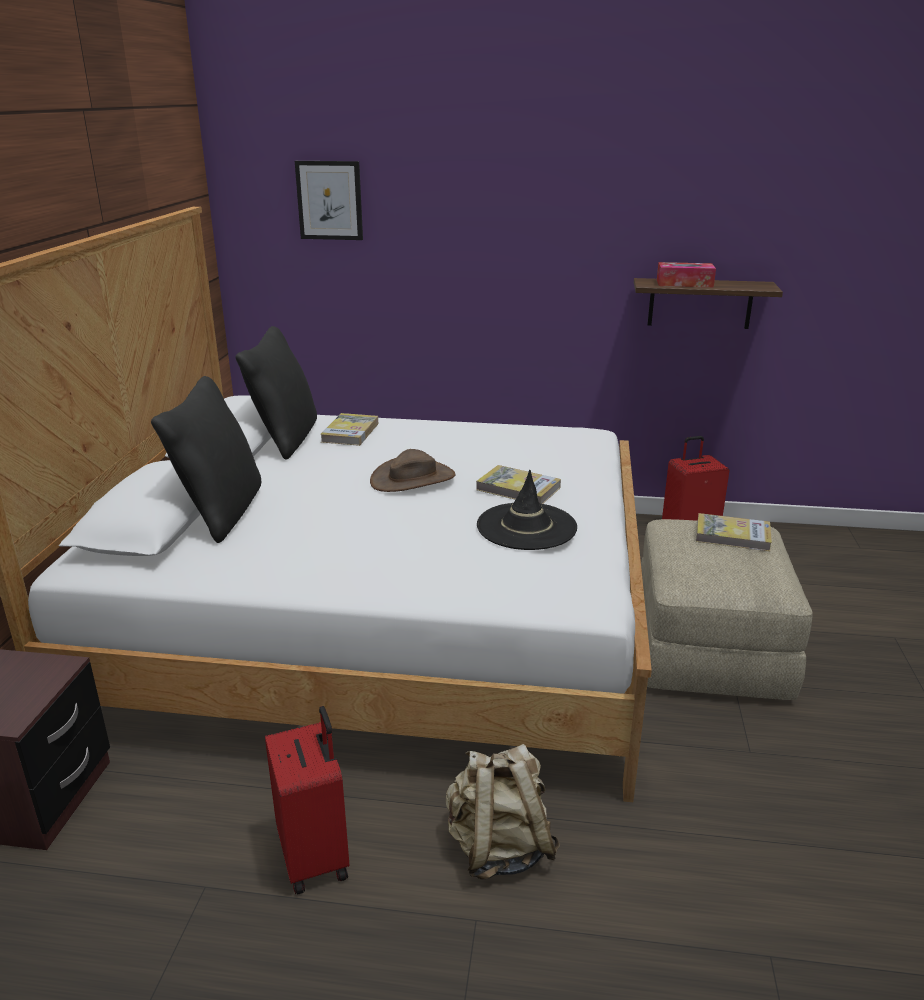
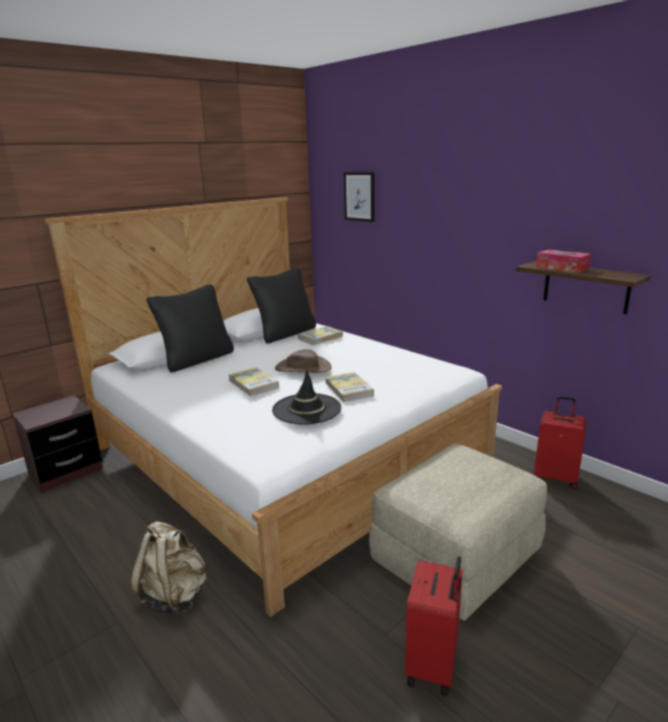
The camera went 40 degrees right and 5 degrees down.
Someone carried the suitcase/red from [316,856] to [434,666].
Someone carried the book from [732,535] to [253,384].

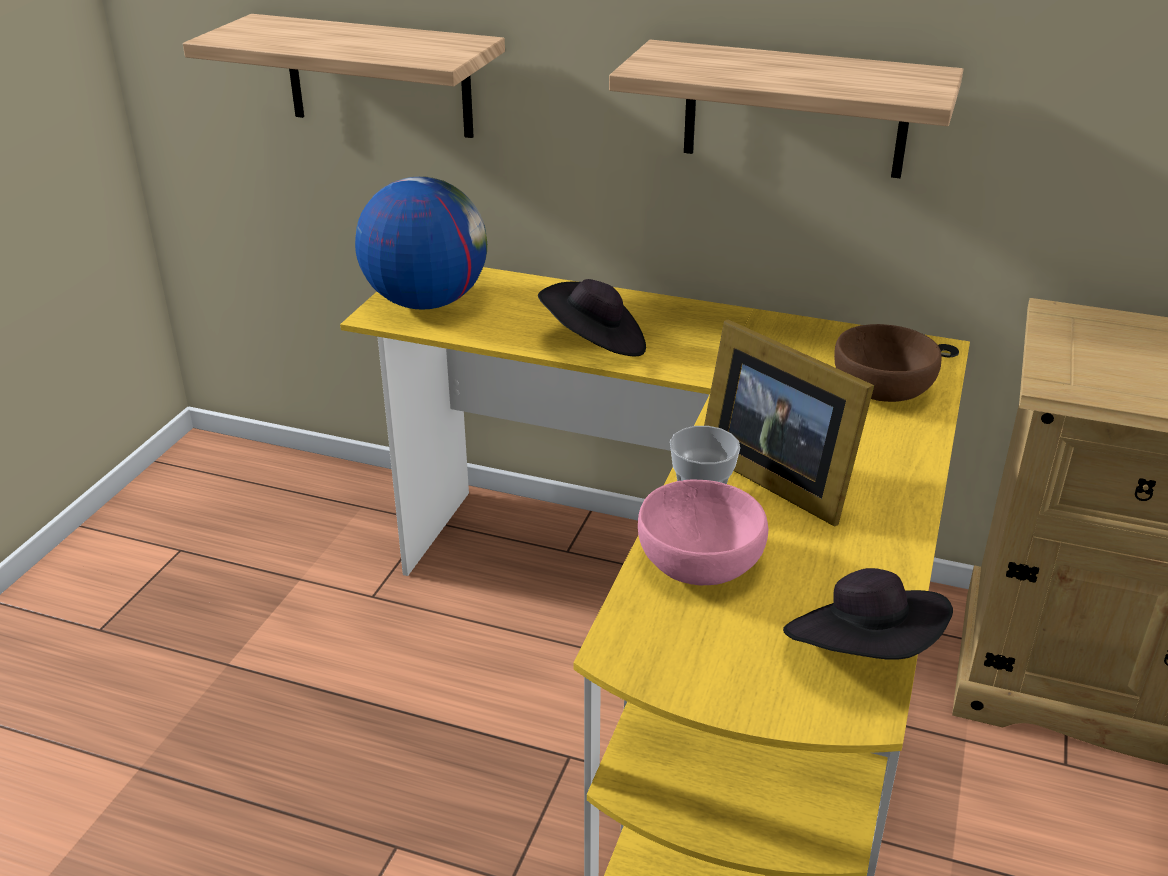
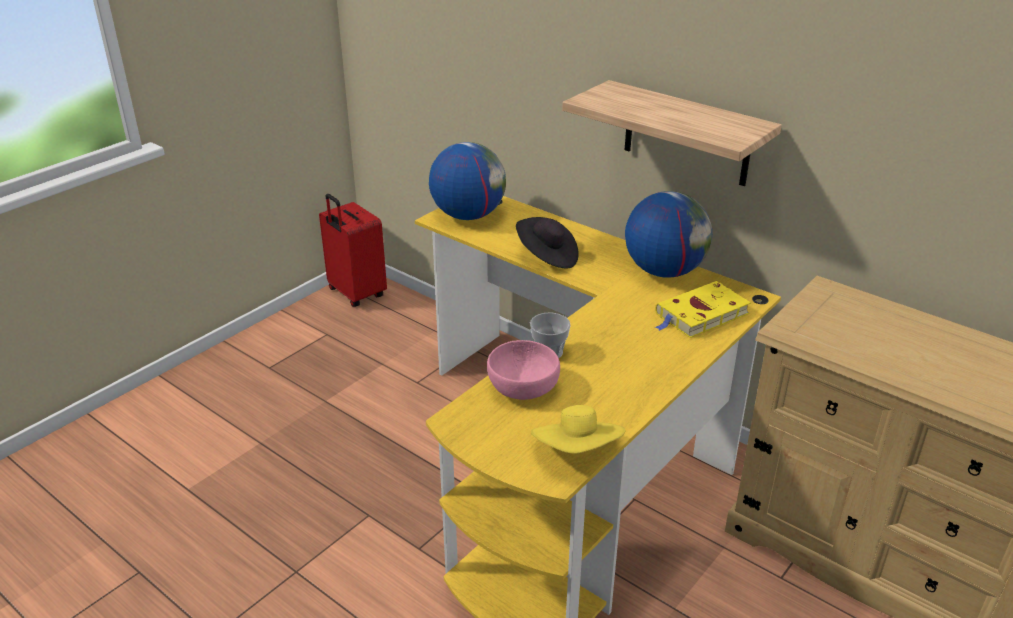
The camera went 20 degrees right and 0 degrees up.
Someone took away the shelf at [378,76].
Someone took away the picture frame at [775,475].
Someone put down the suitcase/red at [355,294].
Someone put down the globe at [664,271].
Someone swapped the bowl/brown at [882,389] for the book/yellow at [700,315].
Someone repainted the hat/black at [863,652], which became the hat/yellow at [578,452].

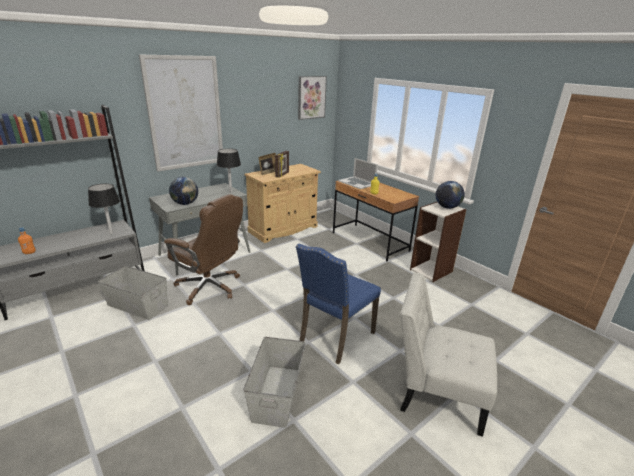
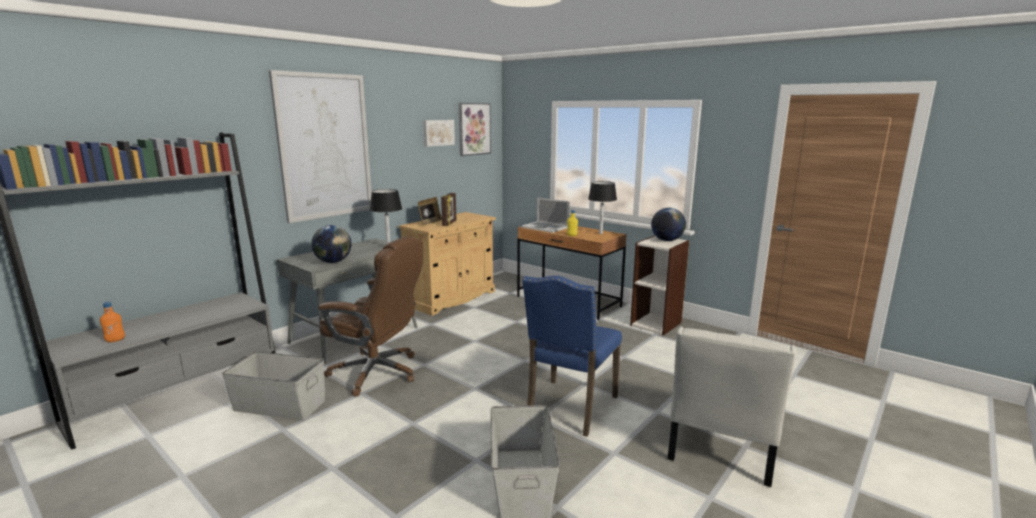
The camera went 10 degrees left and 10 degrees down.
Someone put up the picture at [438,132].
Someone carried the table lamp/black from [111,233] to [600,233].
Someone rotated the chair/white at [436,392] by 75 degrees counterclockwise.

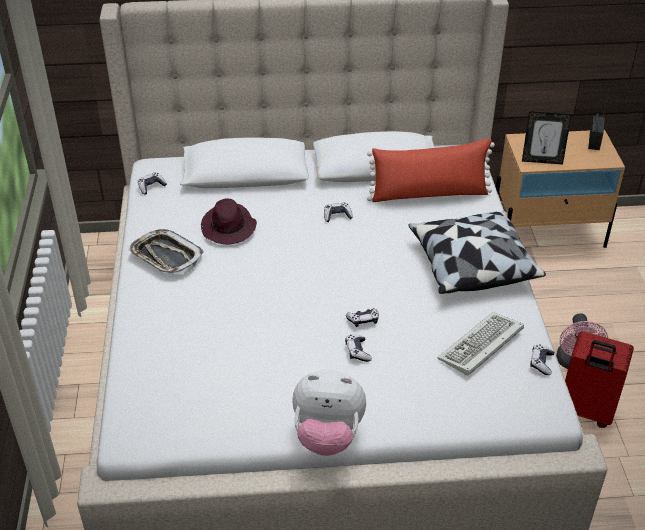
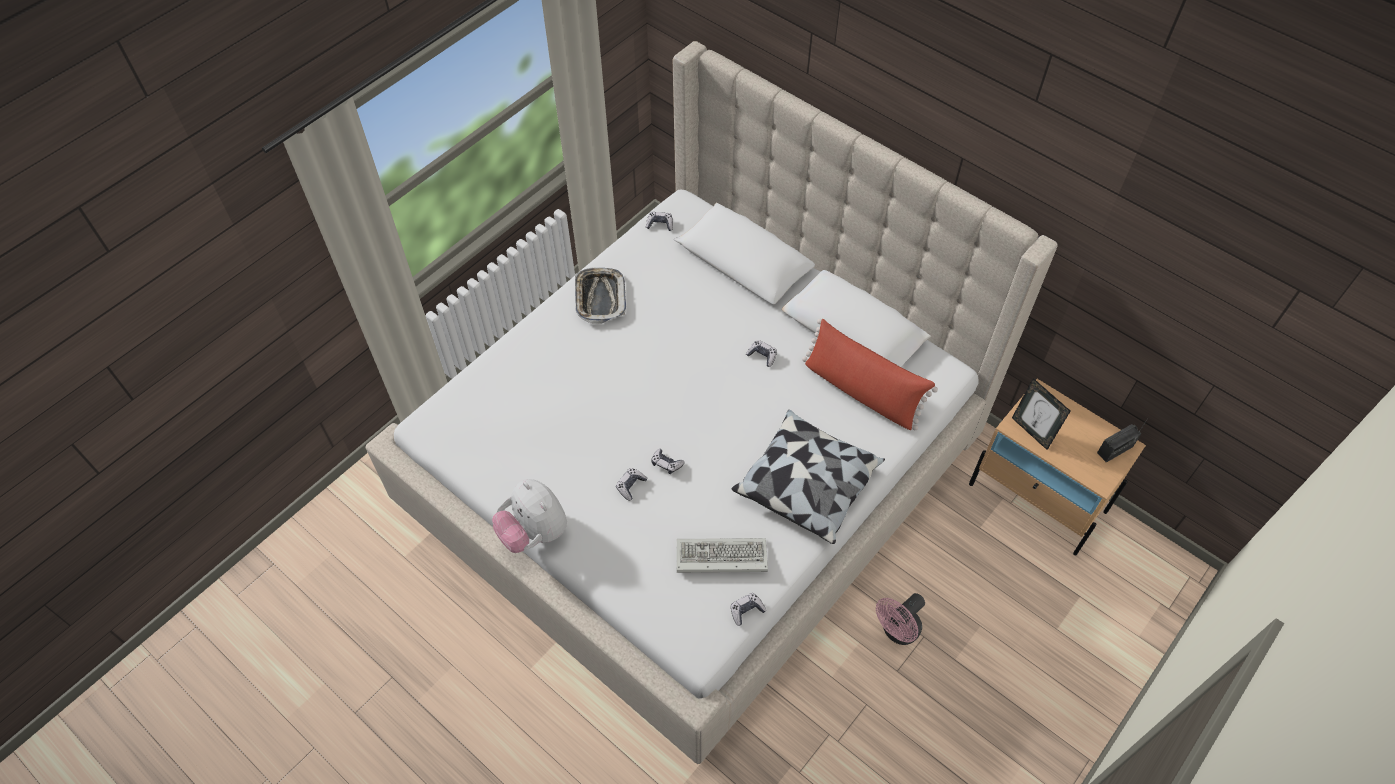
The camera went 45 degrees right and 15 degrees up.
Someone took away the hat/purple at [229,228].
Someone took away the suitcase/red at [585,411].

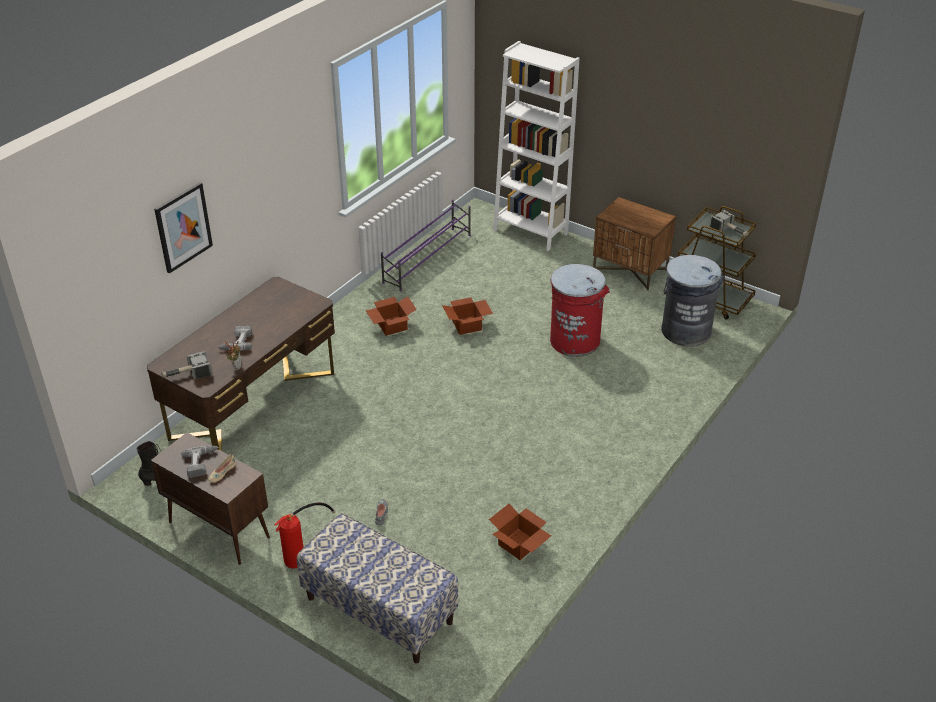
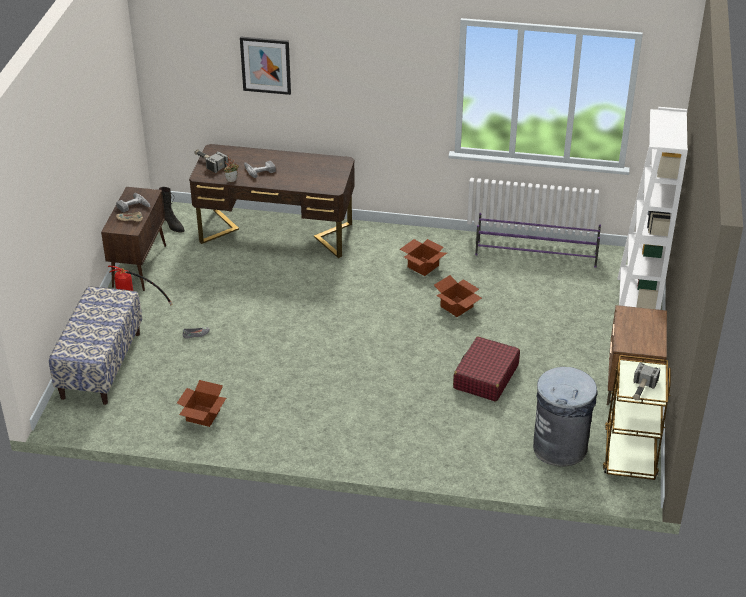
The camera went 65 degrees right and 0 degrees up.
Someone swapped the trash can/red at [574,340] for the suitcase/red at [485,377].

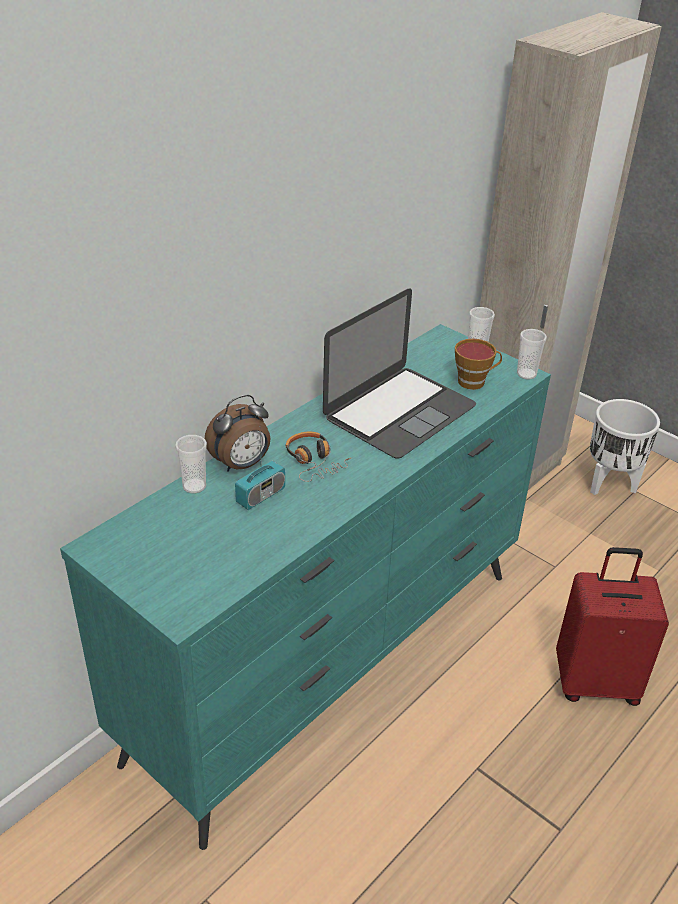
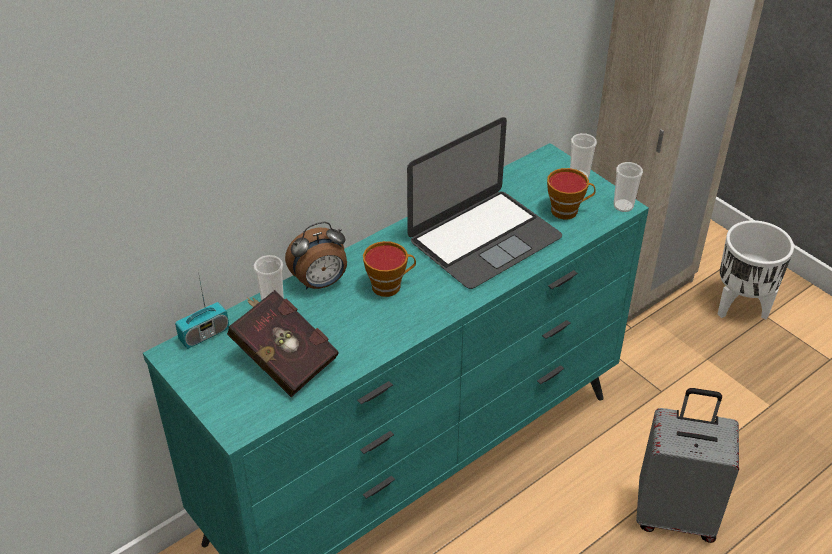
The camera went 10 degrees right and 5 degrees up.
Someone put down the book/red at [282,357].
Someone carried the radio from [261,496] to [204,335].
Someone swapped the headphones at [314,462] for the cup at [390,286].
Someone repainted the suitcase/red at [595,681], which became the suitcase/grey at [675,514].

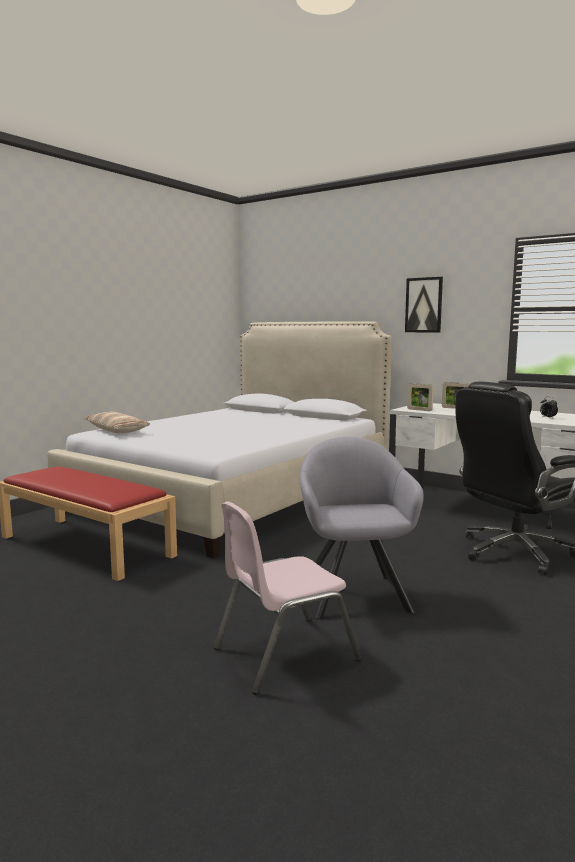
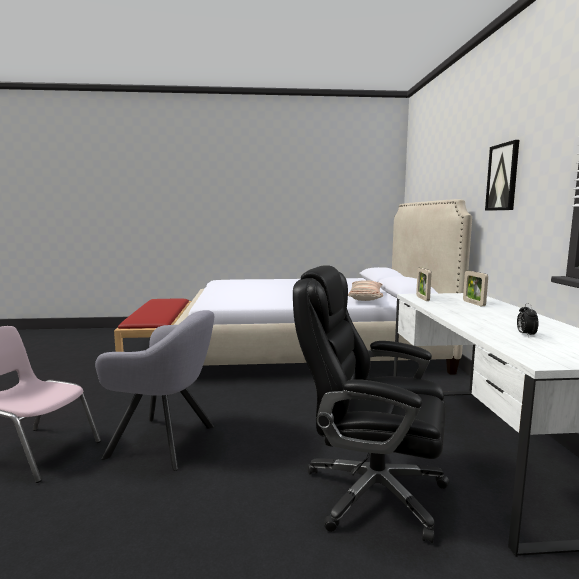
The camera went 50 degrees right and 0 degrees up.
Someone carried the pillow from [116,430] to [366,297].
Someone rotated the armchair/grey at [354,592] by 60 degrees clockwise.

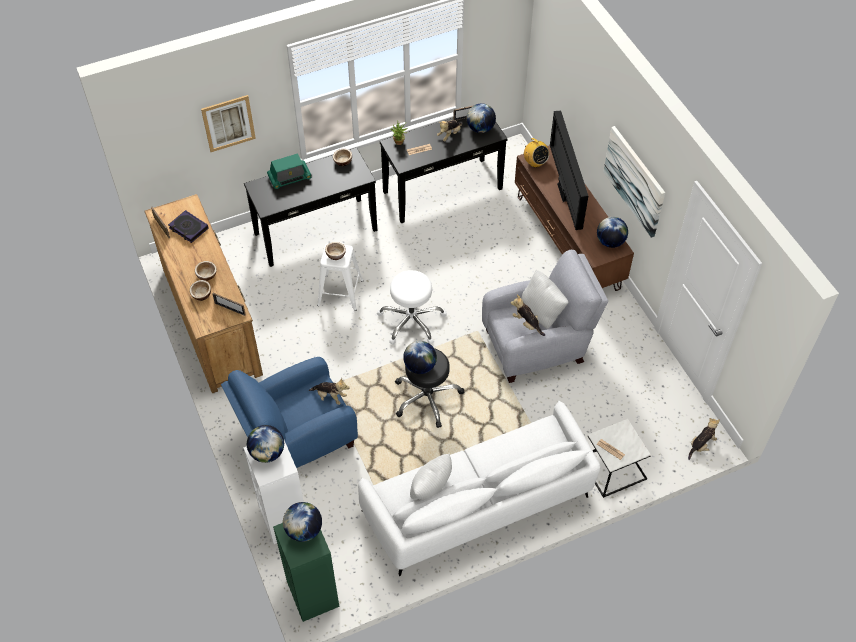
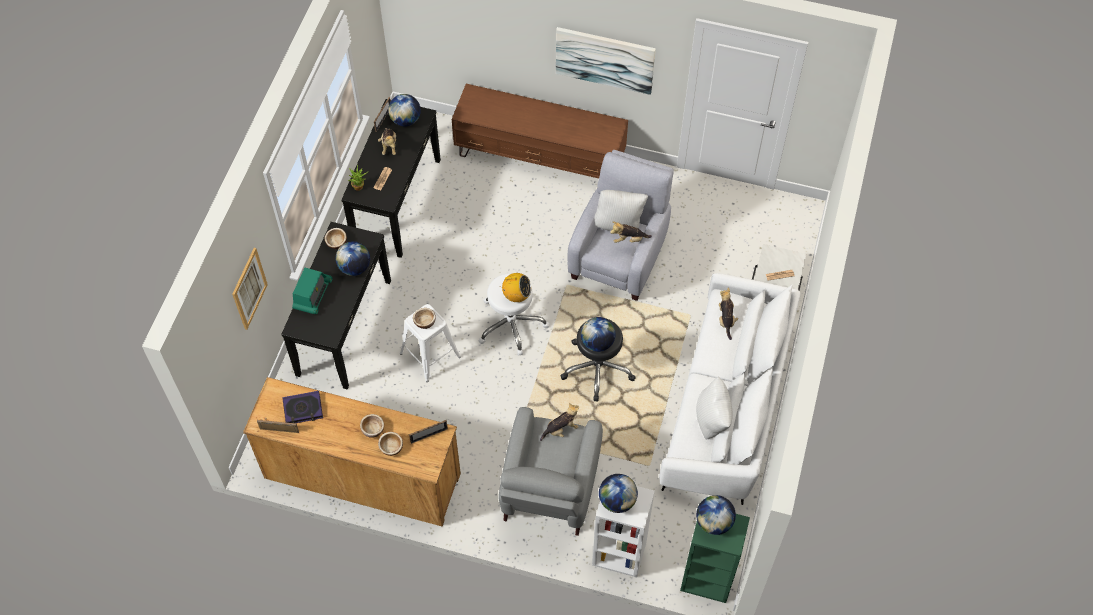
The camera went 50 degrees left and 5 degrees up.
Someone took away the television at [563,194].
Someone carried the radio from [535,162] to [516,295].
Someone carried the globe from [610,242] to [354,267].
Someone carried the plush toy from [701,445] to [726,319].
Someone repainted the armchair/blue at [296,437], which became the armchair/grey at [549,490].

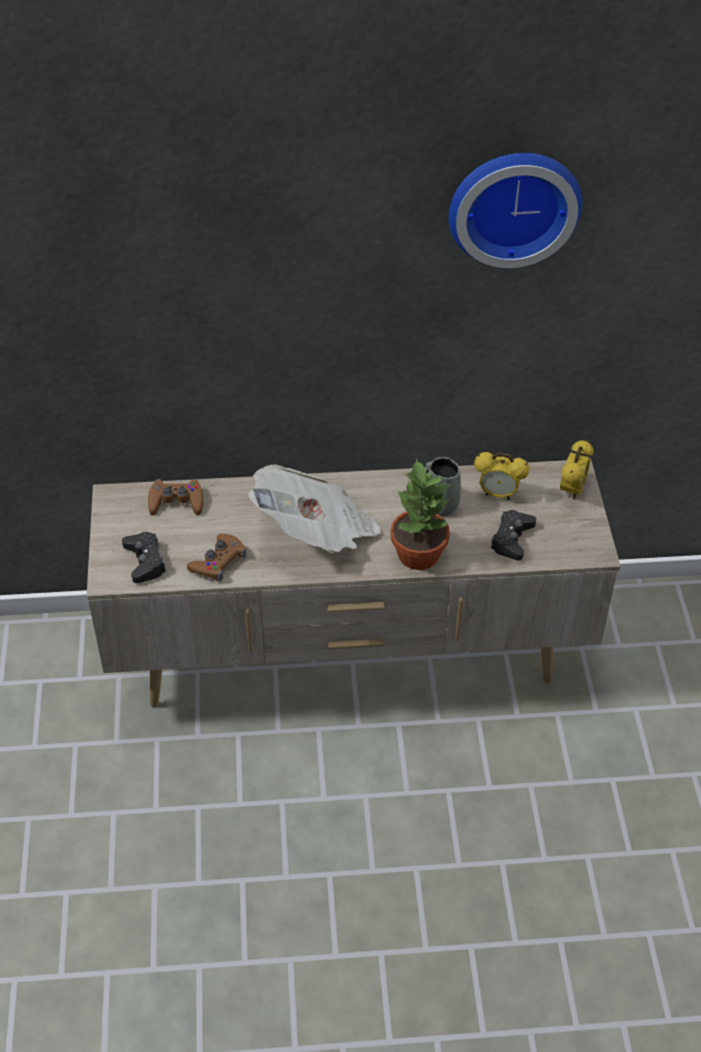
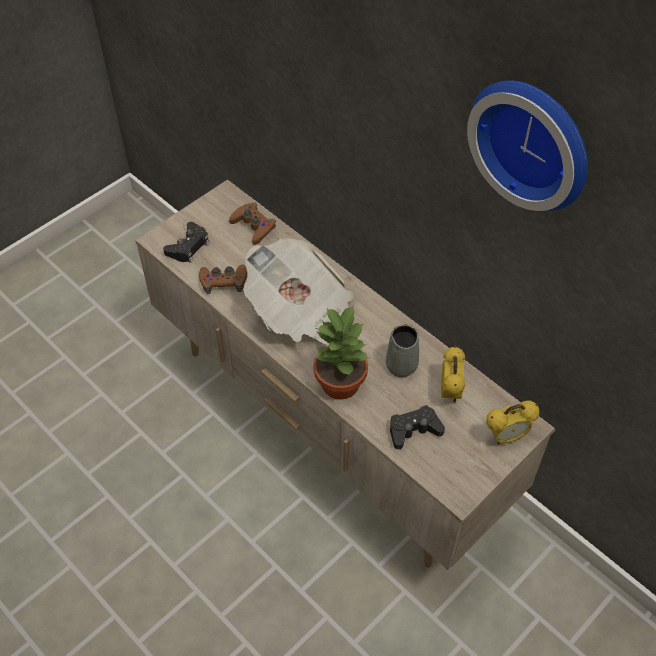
The camera went 50 degrees right and 5 degrees up.
Someone rotated the alarm clock at [498,494] by 150 degrees counterclockwise.

